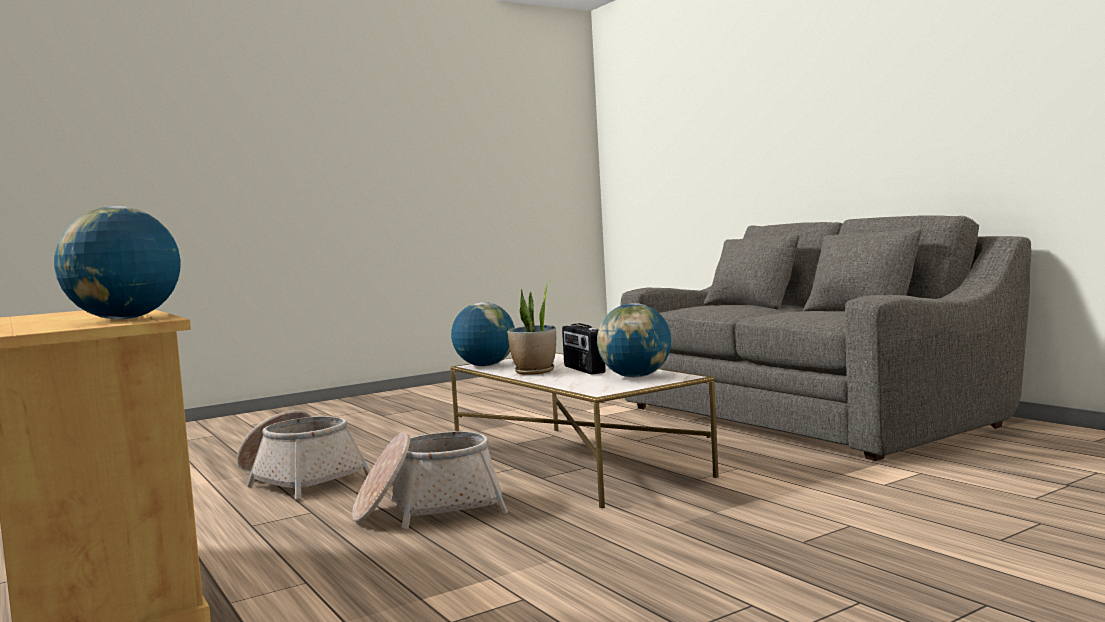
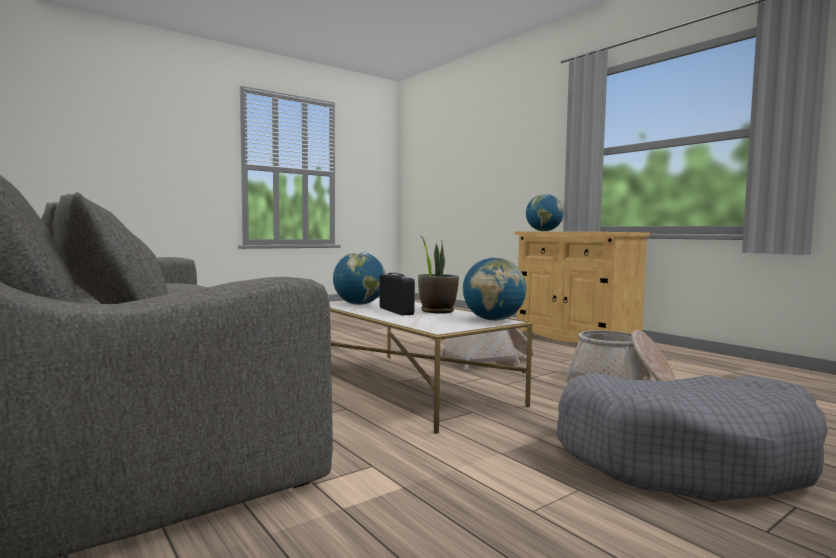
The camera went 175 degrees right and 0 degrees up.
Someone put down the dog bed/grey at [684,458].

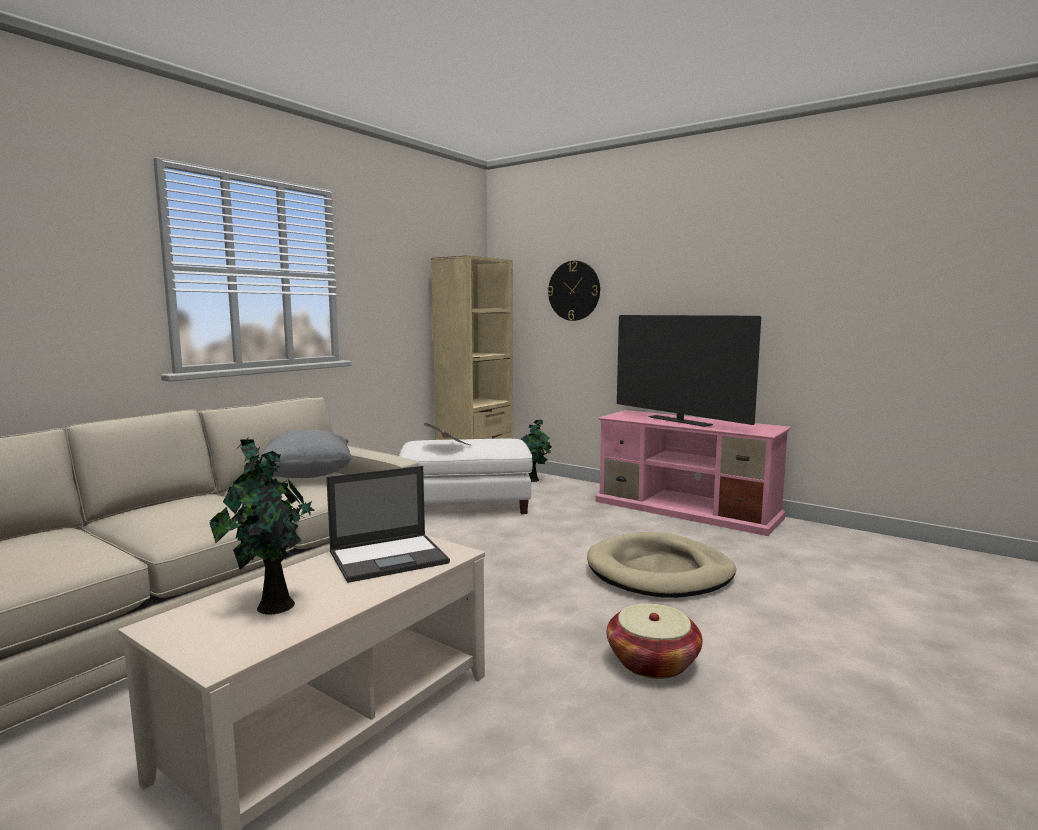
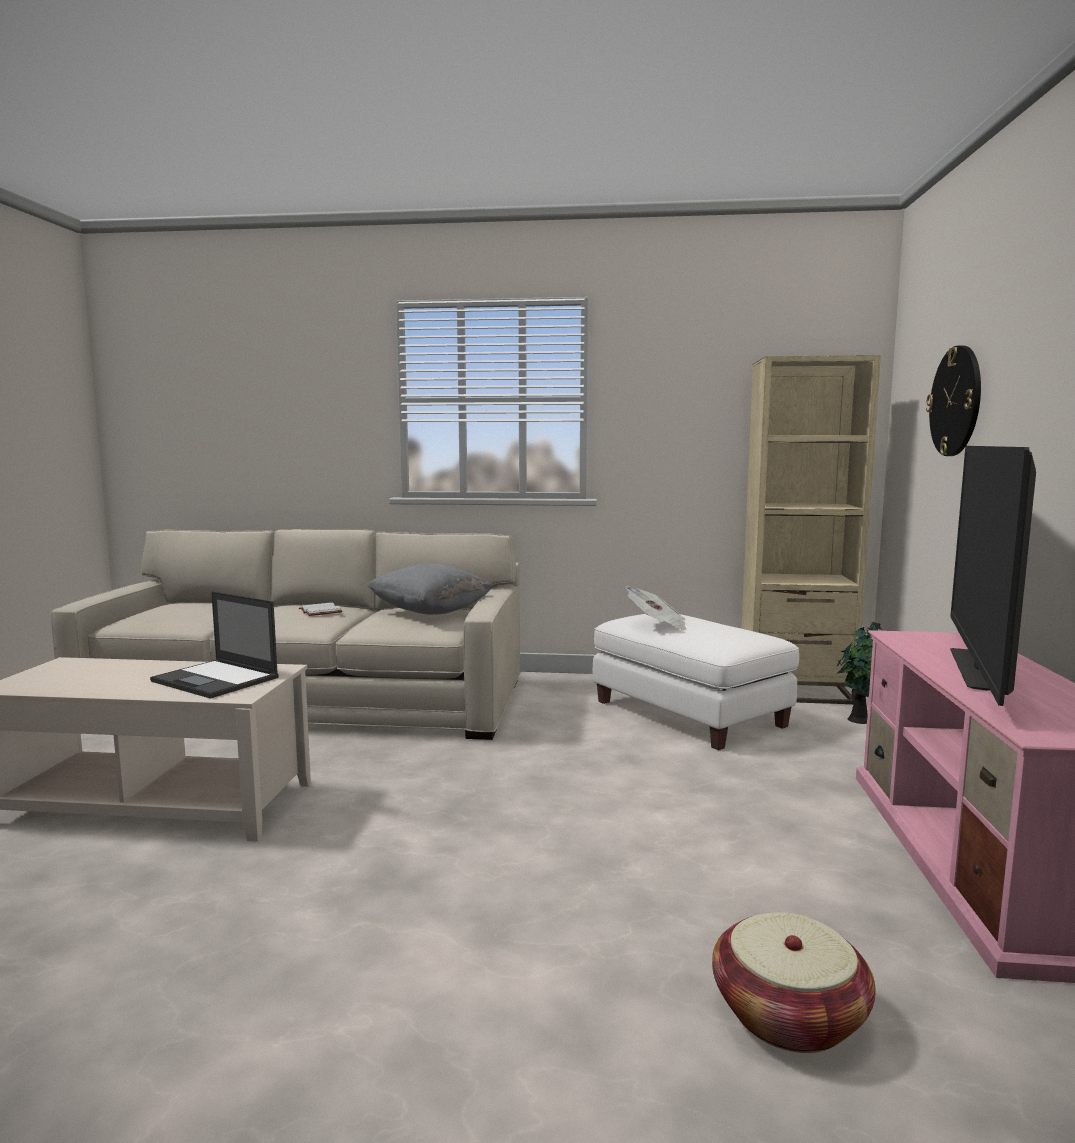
The camera went 60 degrees right and 0 degrees up.
Someone took away the potted plant at [272,606].
Someone took away the dog bed/beige at [660,571].
Someone put down the book/white at [319,611].
Someone carried the basket from [652,662] to [788,1015].

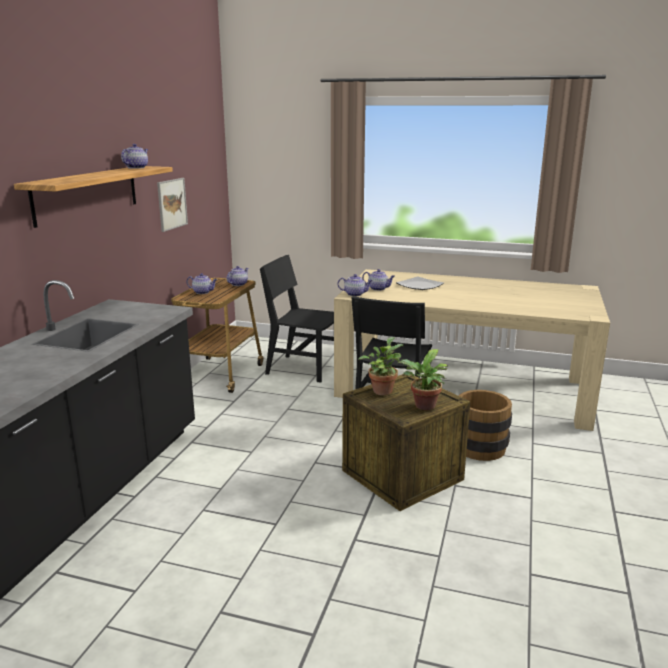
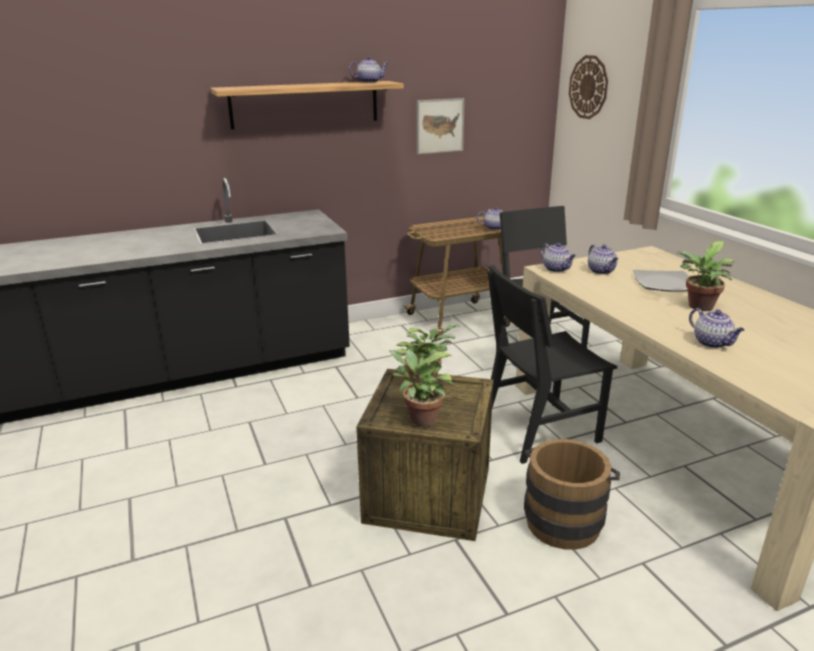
The camera went 50 degrees right and 5 degrees up.
Someone put up the wall clock at [588,87].
Someone put down the potted plant at [698,307].
Someone carried the teapot from [203,292] to [712,343].

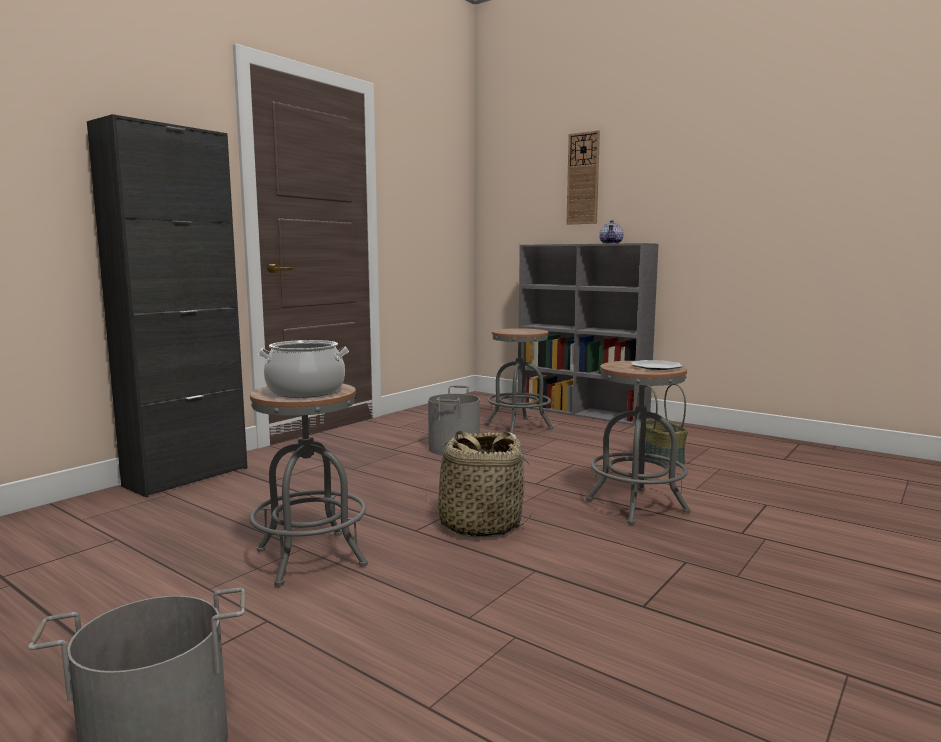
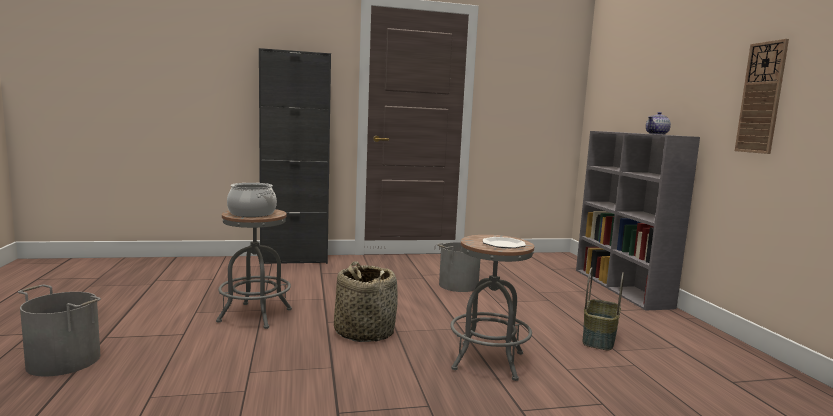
The camera went 40 degrees right and 0 degrees up.
Someone took away the stool/grey at [518,427].
Someone carried the wall clock from [583,178] to [761,98].

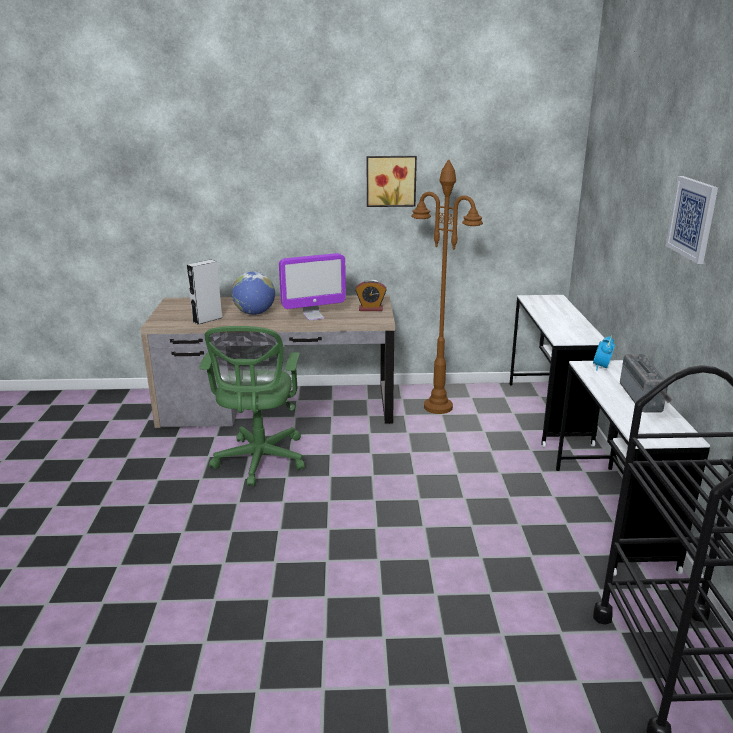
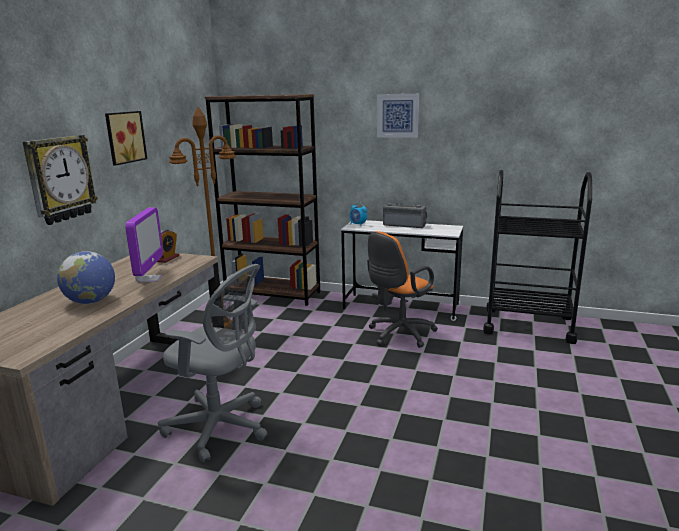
The camera went 70 degrees left and 5 degrees down.
Someone took away the speaker/grey at [207,319].
Someone put up the wall clock at [60,179].
Someone put down the office chair/orange at [398,335].
Someone swapped the desk/white at [548,412] for the bookcase/brown at [273,294].
Someone repainted the office chair/green at [260,461], which became the office chair/grey at [221,428].

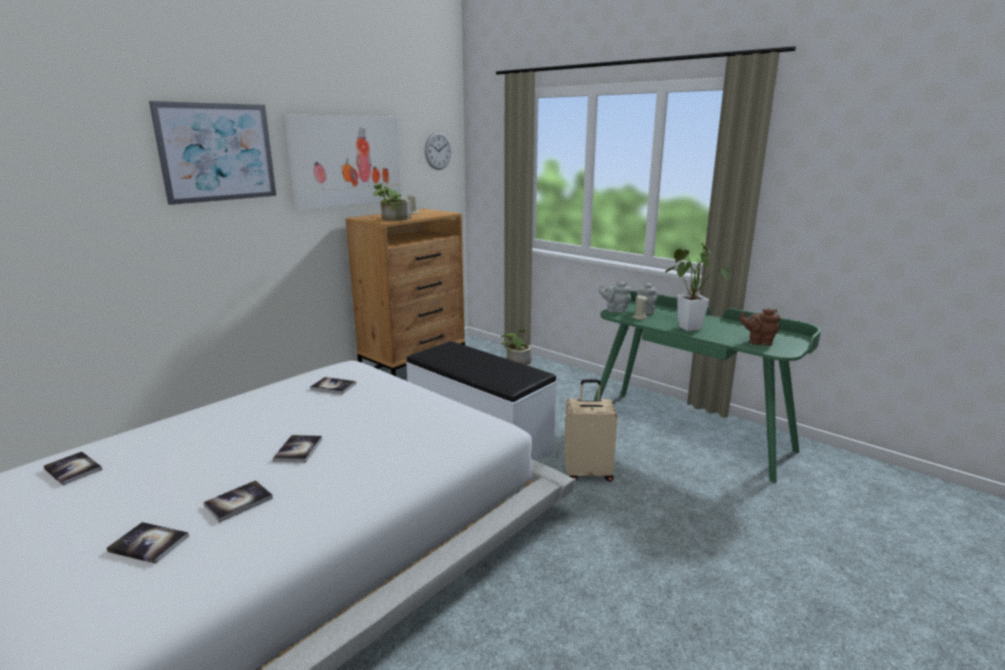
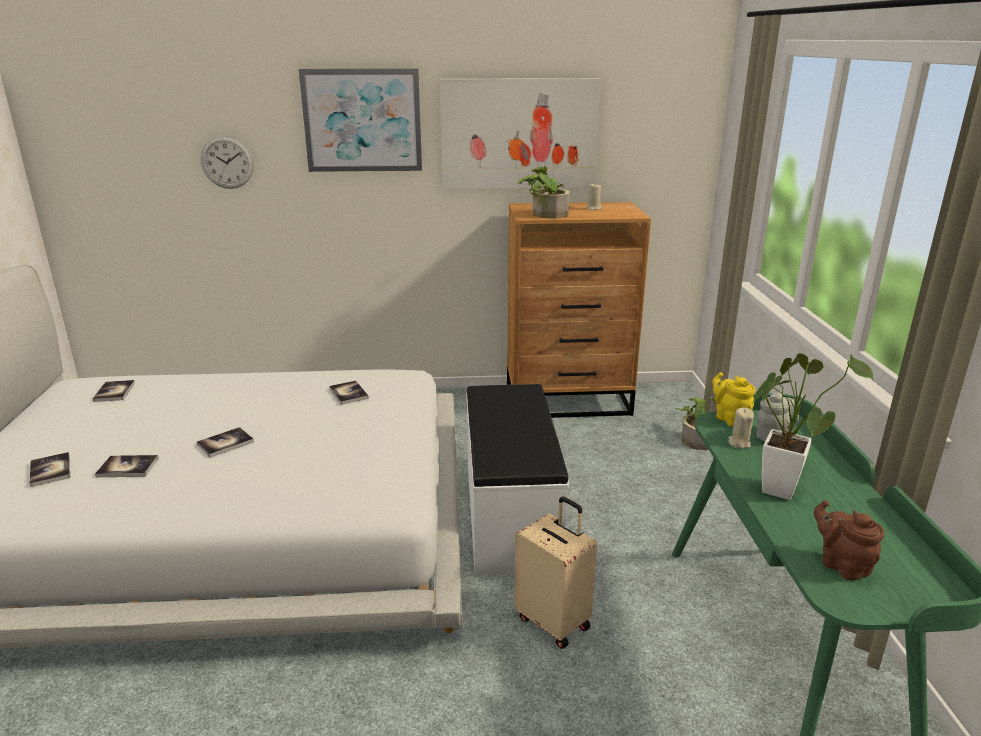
The camera went 45 degrees right and 5 degrees up.
Someone carried the wall clock from [438,151] to [227,162].
Someone repainted the teapot/grey at [615,310], which became the teapot/yellow at [730,418].

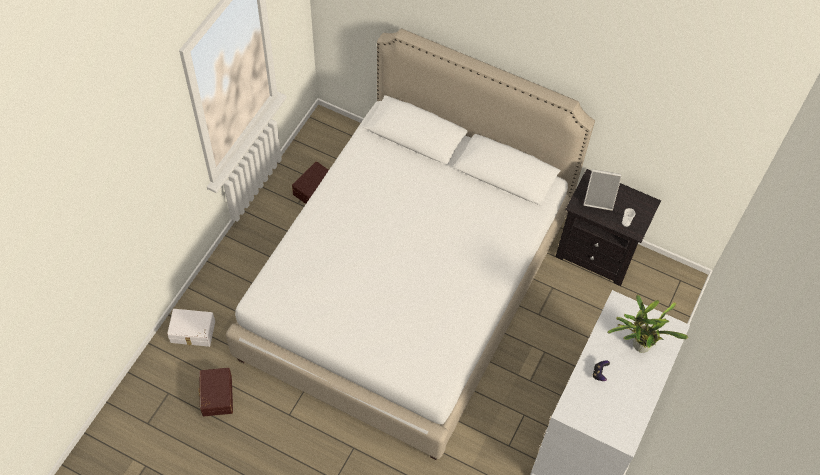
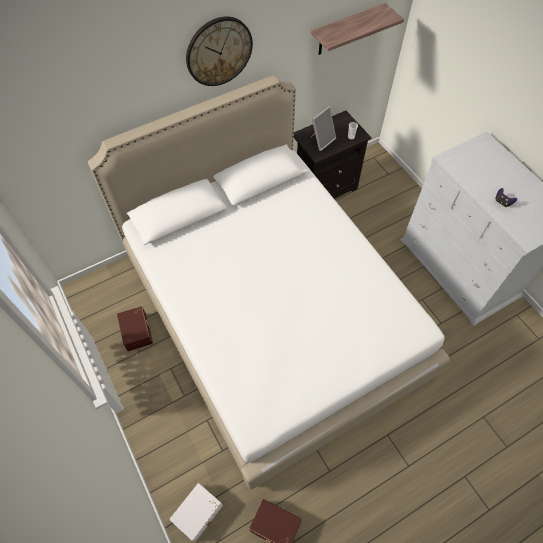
The camera went 55 degrees left and 0 degrees up.
Someone took away the potted plant at [638,345].
Someone put up the wall clock at [219,51].
Someone put up the shelf at [347,30].

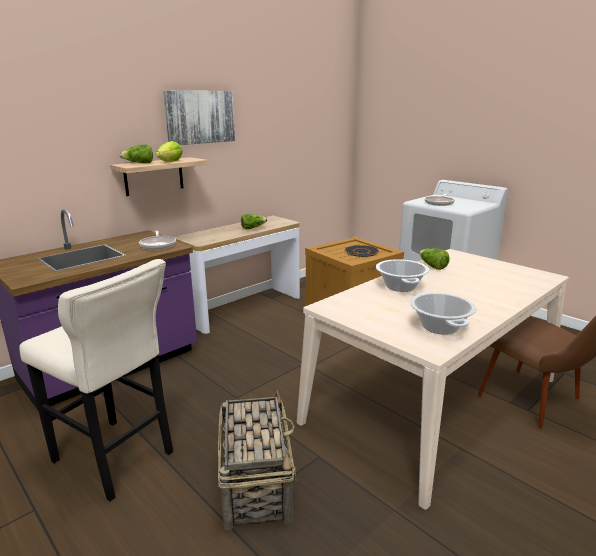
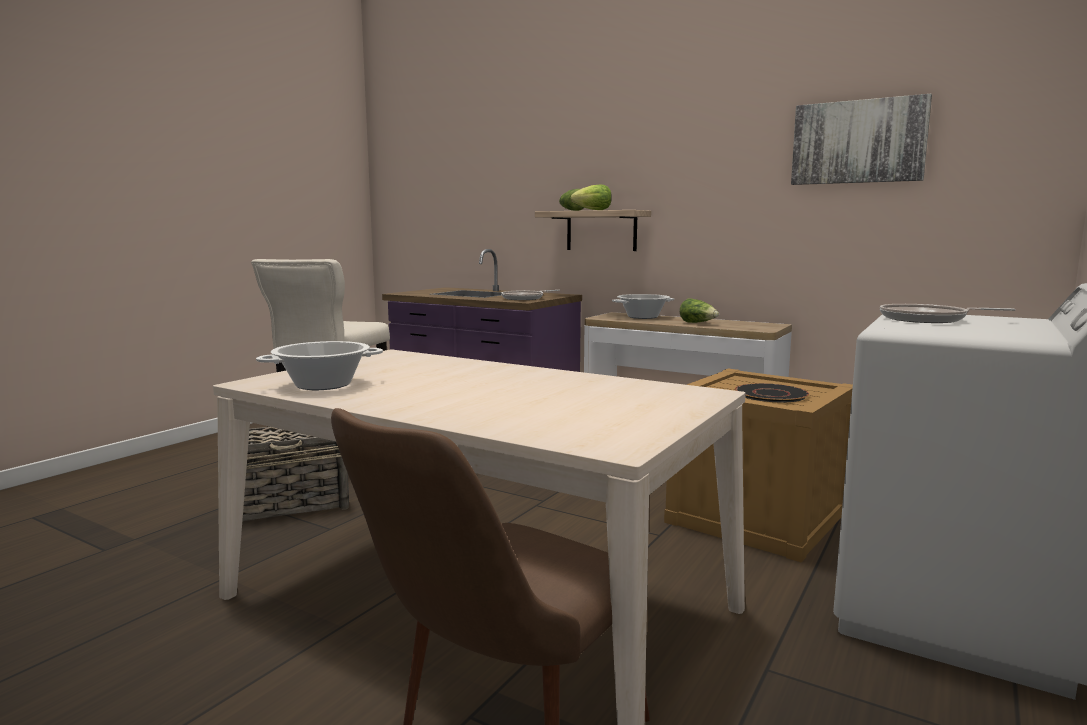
The camera went 75 degrees right and 10 degrees down.
Someone took away the lettuce at [432,266].
Someone carried the picture from [200,117] to [858,142].
Someone carried the cooking pot from [401,286] to [643,317].

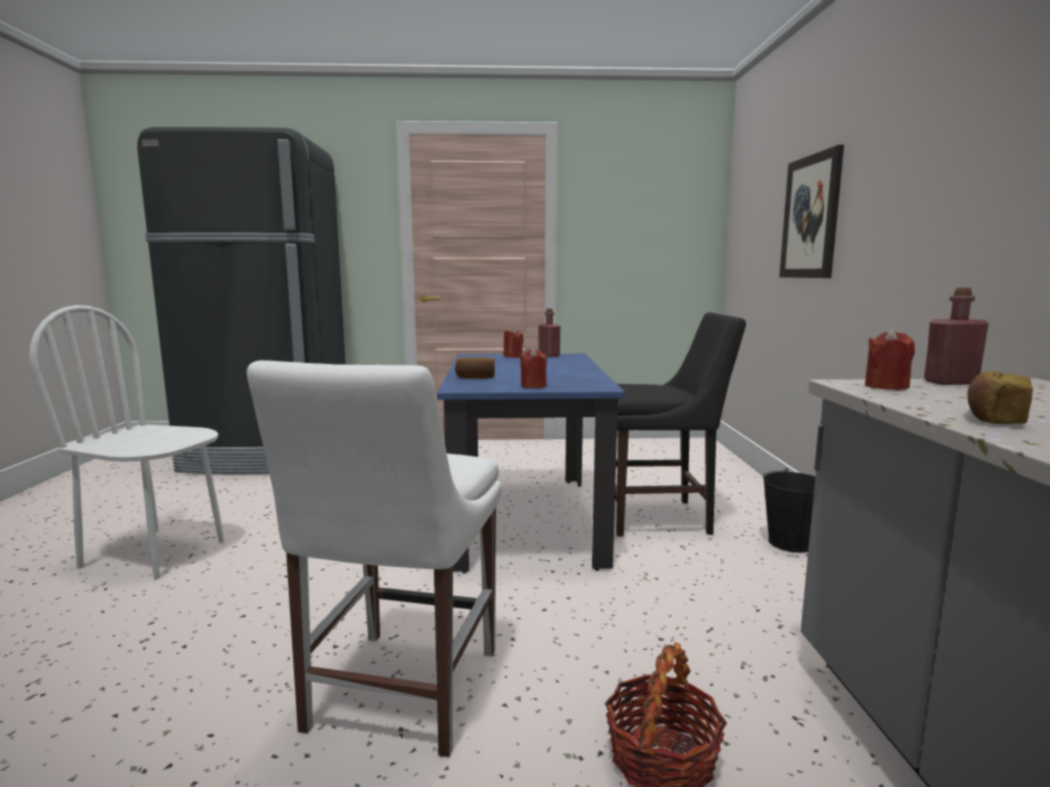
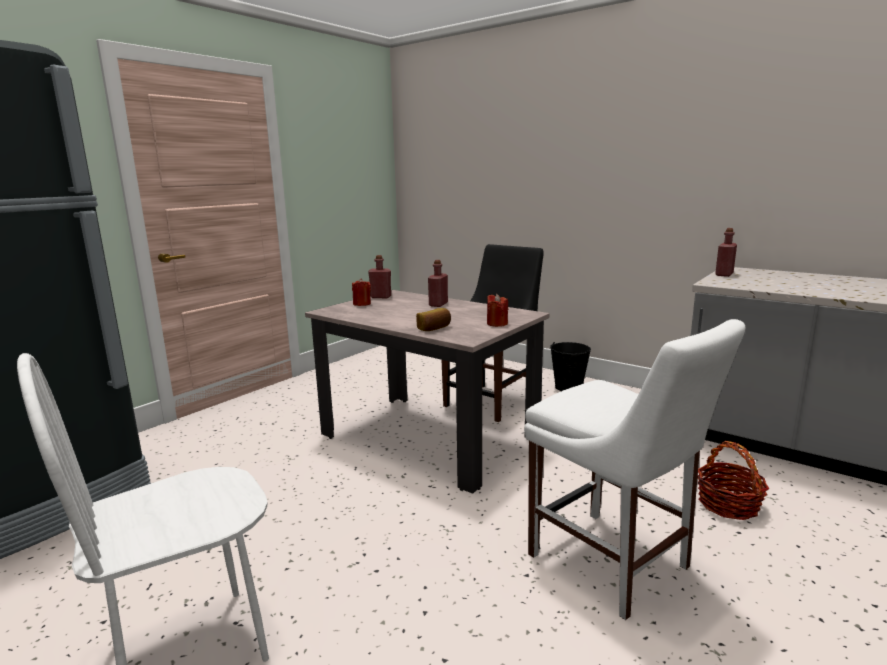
The camera went 50 degrees left and 5 degrees up.
Someone took away the picture at [811,217].
Someone took away the candle/red at [886,386].
Someone took away the bread at [994,418].
Someone put down the bottle/red at [438,304].
Someone repainted the dining table/blue at [525,519], which became the dining table/beige at [428,438].

